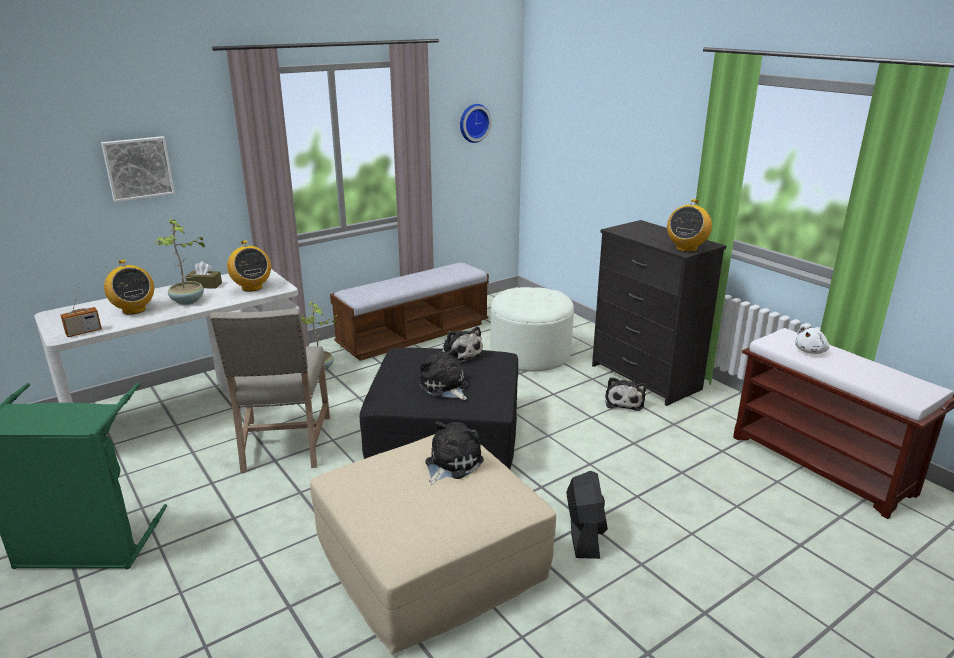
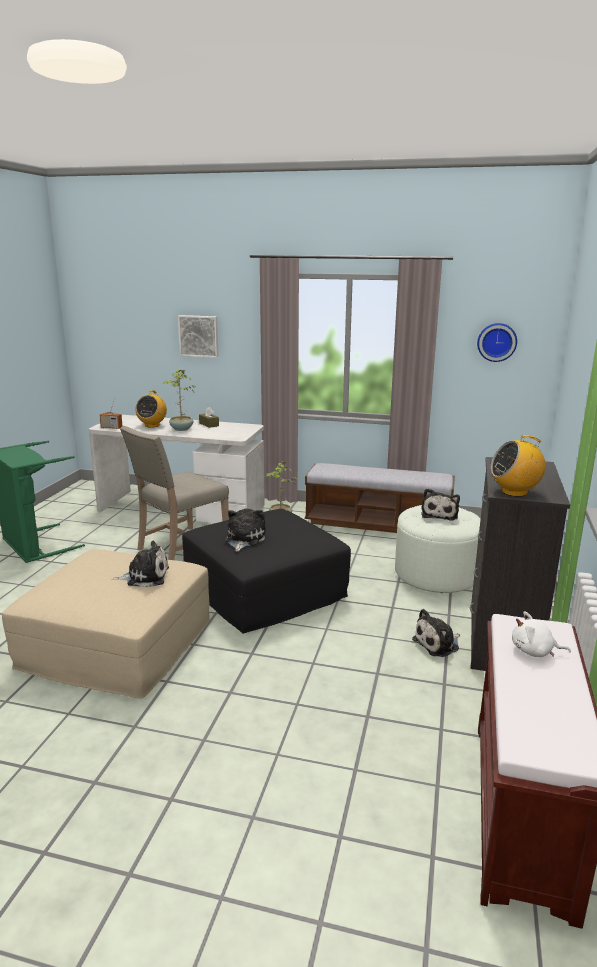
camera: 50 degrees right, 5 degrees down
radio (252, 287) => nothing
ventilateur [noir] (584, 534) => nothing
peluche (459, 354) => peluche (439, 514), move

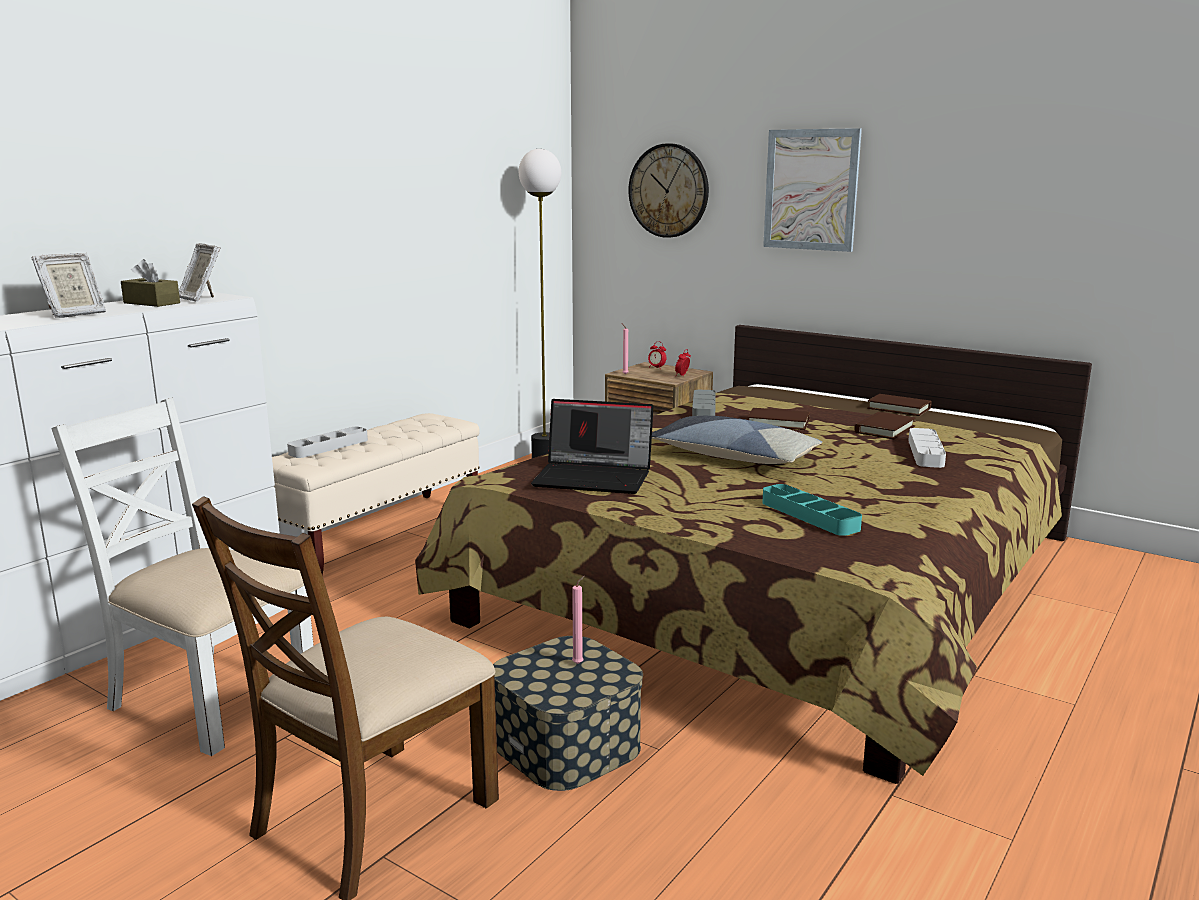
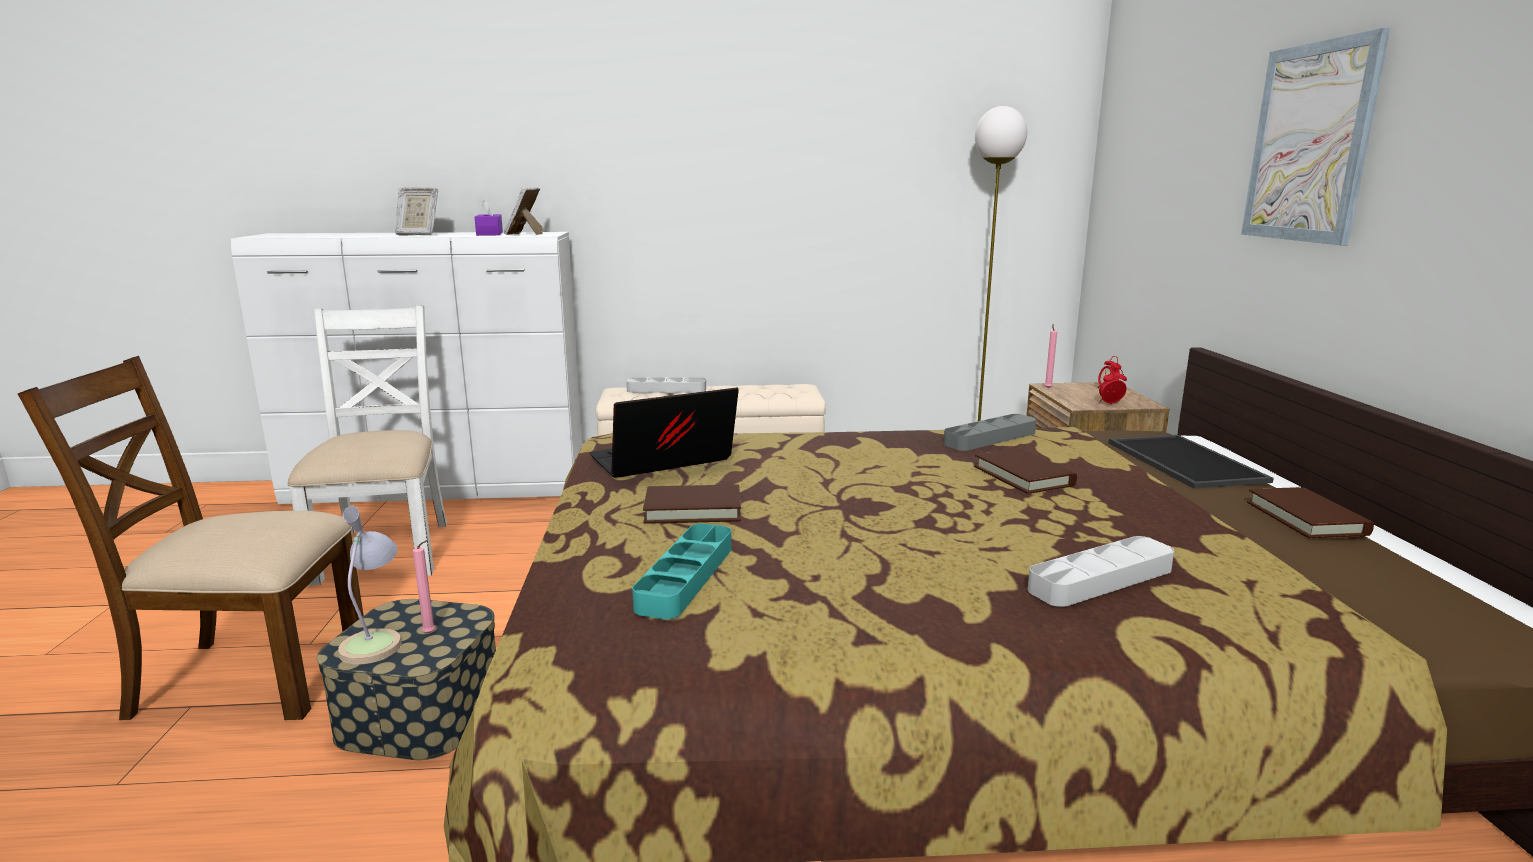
camera: 50 degrees right, 0 degrees up
horloge murale (668, 190) => nothing
coussin (733, 456) => nothing
nothing => lampe de table (376, 641)
nothing => plateau (1181, 461)
livre [marron] (884, 429) => livre [marron] (693, 510), move
boîte à mouchoirs [marron] (152, 303) => boîte à mouchoirs [violet] (489, 234)
ordinateur portable (595, 477) => ordinateur portable (661, 462), 90 degrees clockwise

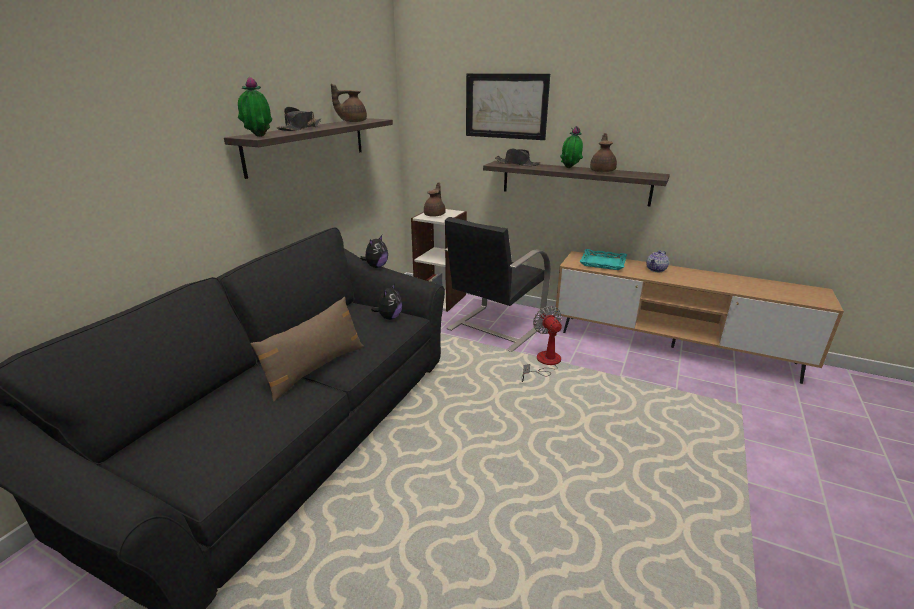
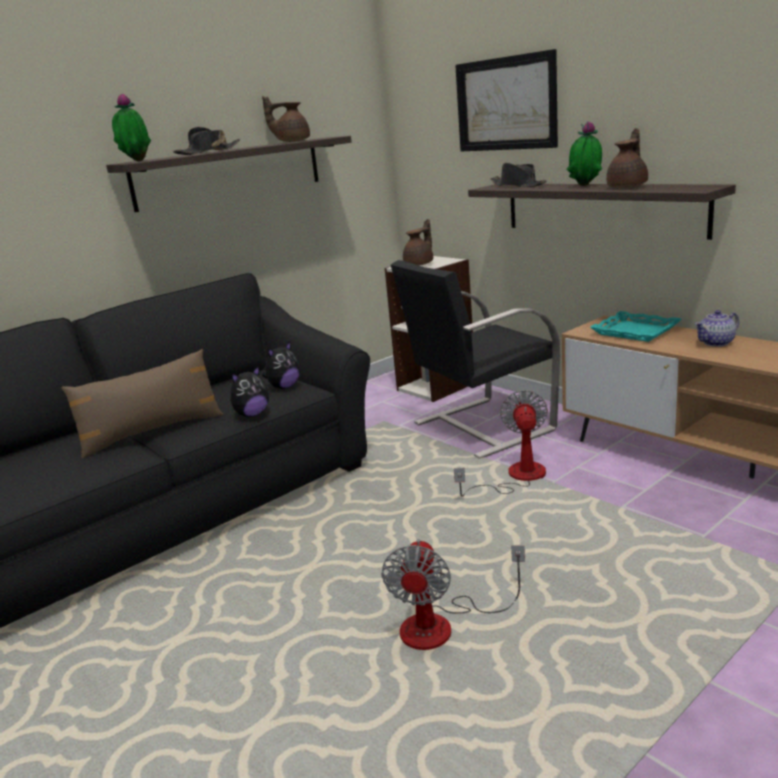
camera: 25 degrees right, 5 degrees down
nothing => ventilateur (443, 625)
peluche (376, 266) => peluche (251, 414), move

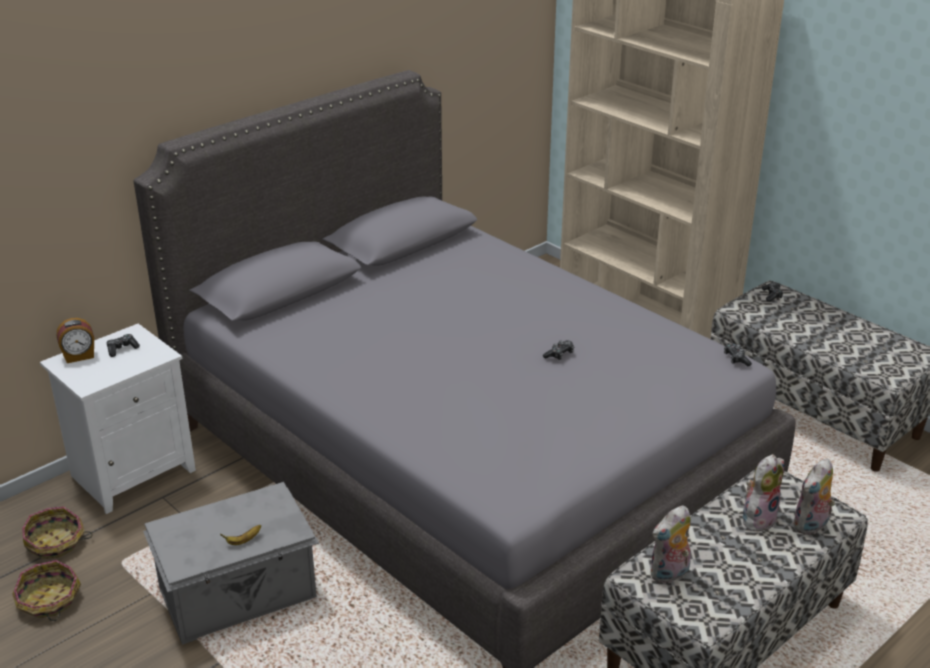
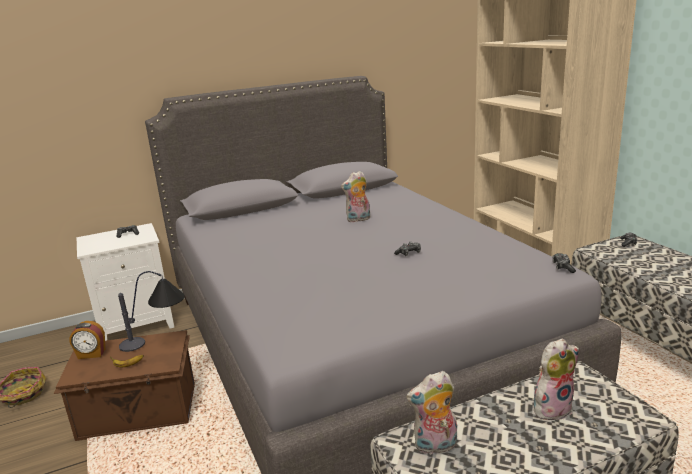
camera: 20 degrees right, 10 degrees down
panier (56, 543) => nothing
nothing => lampe de table (158, 340)
réveil (79, 356) => réveil (91, 354), move
peluche (811, 526) => peluche (358, 219), move
boîte de rangement [gris] (239, 595) => boîte de rangement [marron] (139, 412)

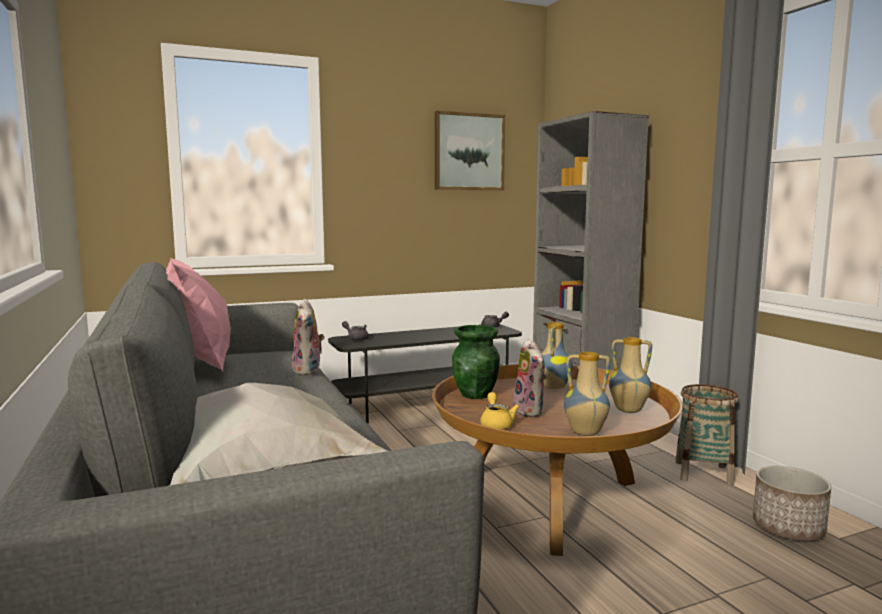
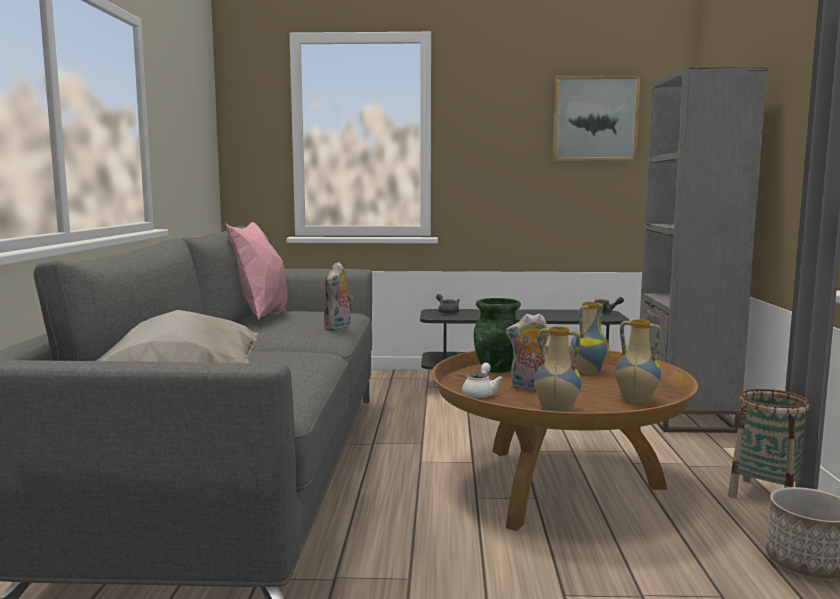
camera: 25 degrees right, 0 degrees up
théière [jaune] (496, 424) => théière [blanc] (480, 393)
peluche (531, 412) => peluche (529, 388), 90 degrees clockwise

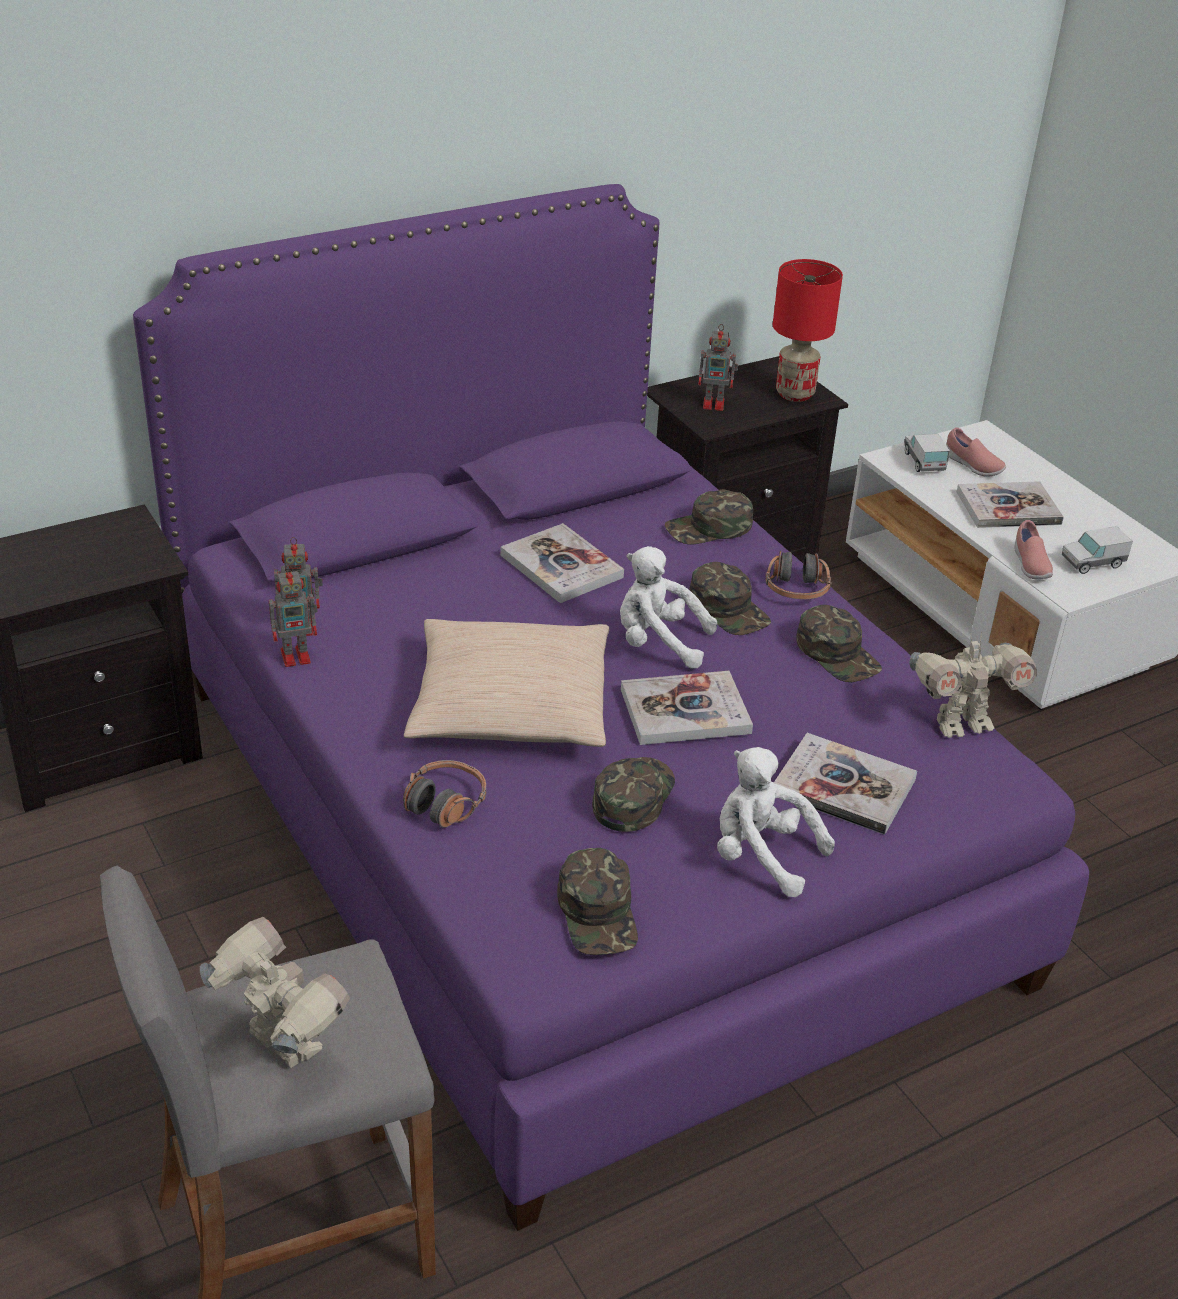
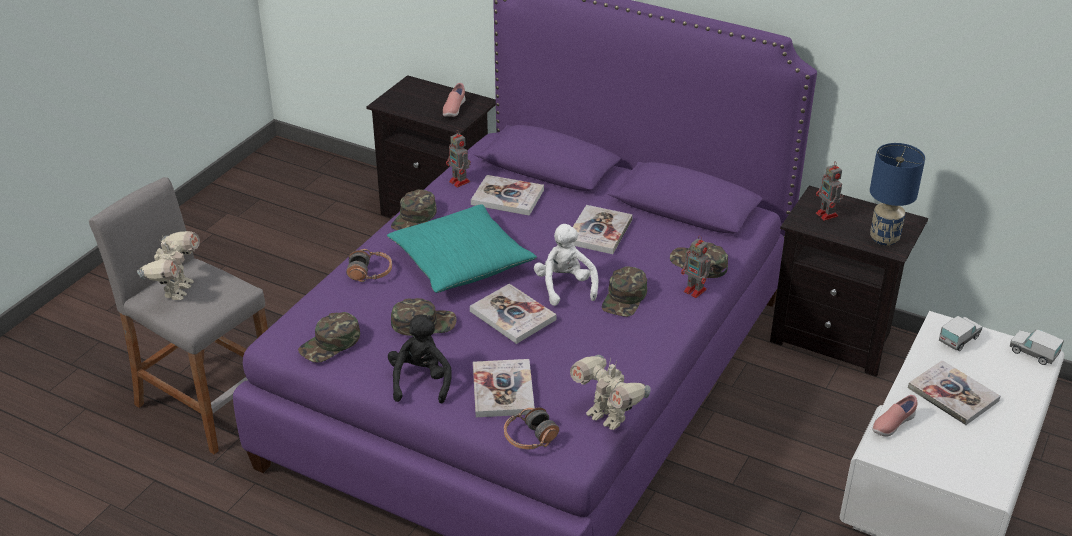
camera: 60 degrees right, 0 degrees up
nothing => livre (507, 197)
robot jouet (297, 656) => robot jouet (696, 291), move
casque audio (796, 589) => casque audio (530, 437), move
casquette [vert] (838, 654) => casquette [vert] (414, 218), move
chaussure [rose] (972, 466) => chaussure [rose] (453, 109), move
camion jouet (1092, 563) => camion jouet (1033, 353), move
coussin [beige] (510, 706) => coussin [turquoise] (461, 262)
peluche [blanc] (761, 855) => peluche [noir] (421, 381)
lampe de table [rouge] (795, 394) => lampe de table [bleu] (885, 238)

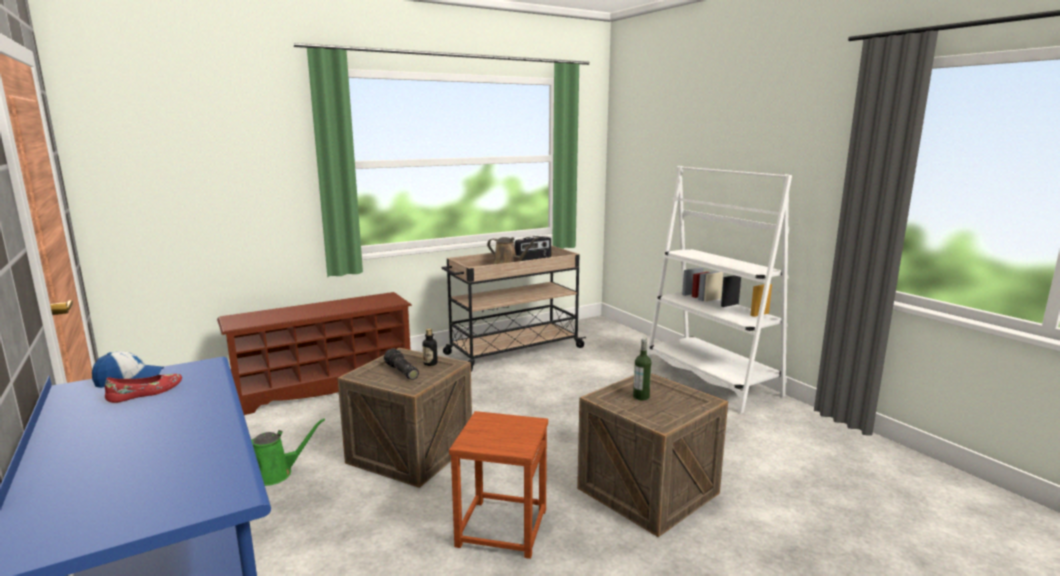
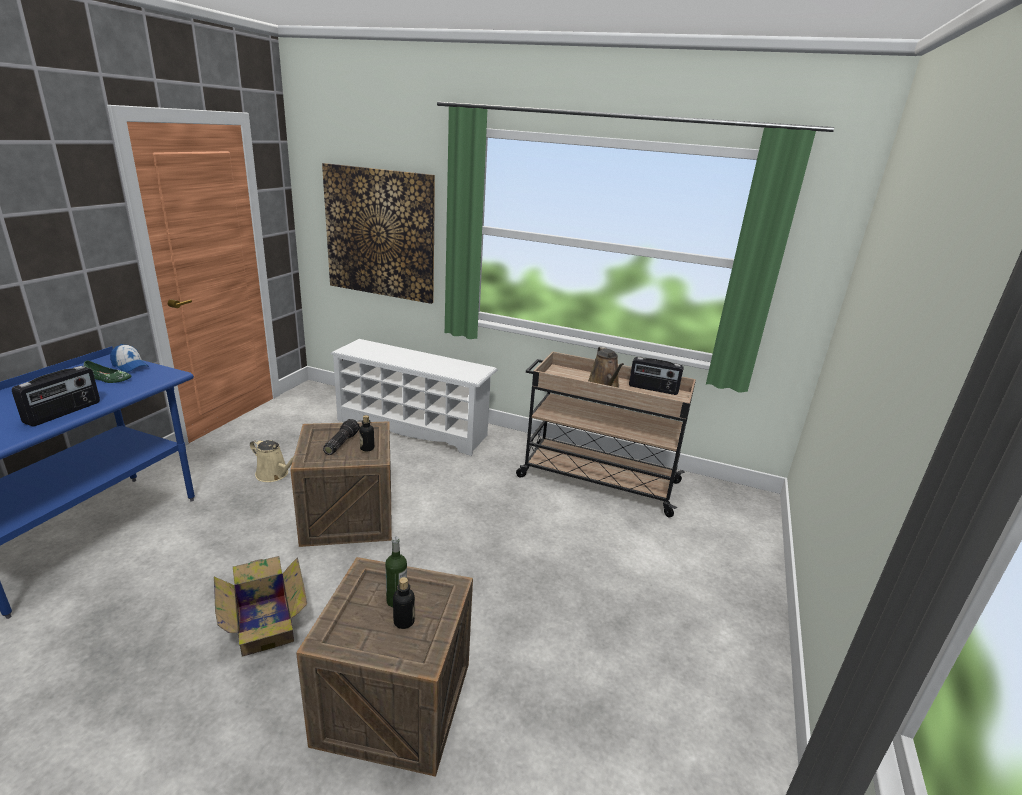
camera: 50 degrees right, 10 degrees up
bibliothèque [blanc] (711, 380) => nothing
nothing => radio (63, 413)
nothing => tableau (380, 233)
nothing => bouteille (404, 621)
tabouret [marron] (501, 527) => carton (265, 621)
chaussure [rouge] (146, 393) => chaussure [vert] (108, 379)
étagère à chaussures [marron] (325, 387) => étagère à chaussures [blanc] (414, 427)
arrosoir [vert] (275, 474) => arrosoir [beige] (274, 474)

